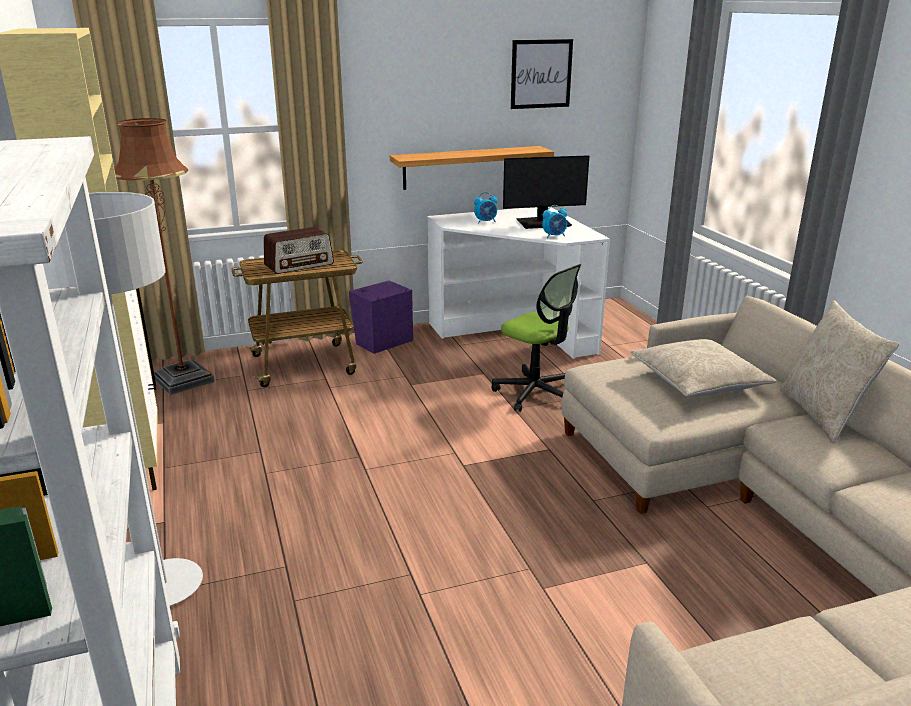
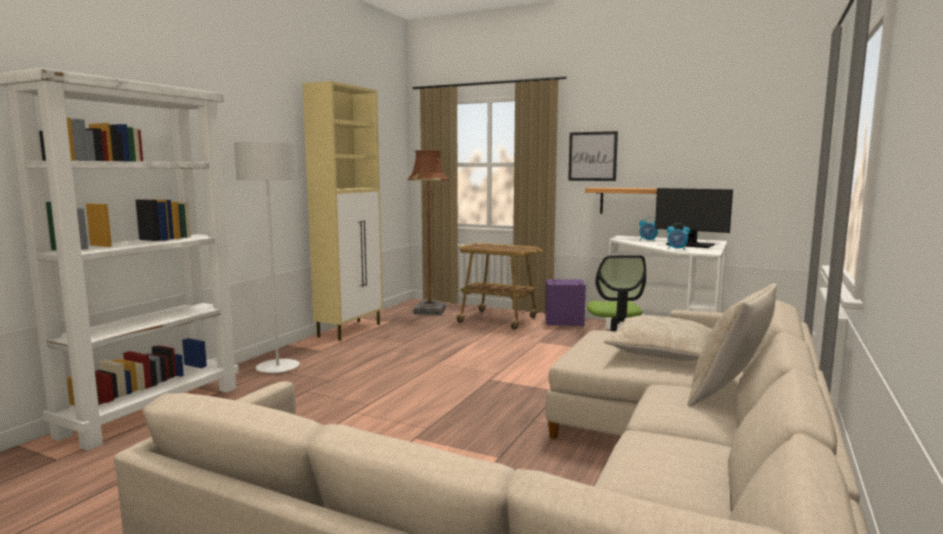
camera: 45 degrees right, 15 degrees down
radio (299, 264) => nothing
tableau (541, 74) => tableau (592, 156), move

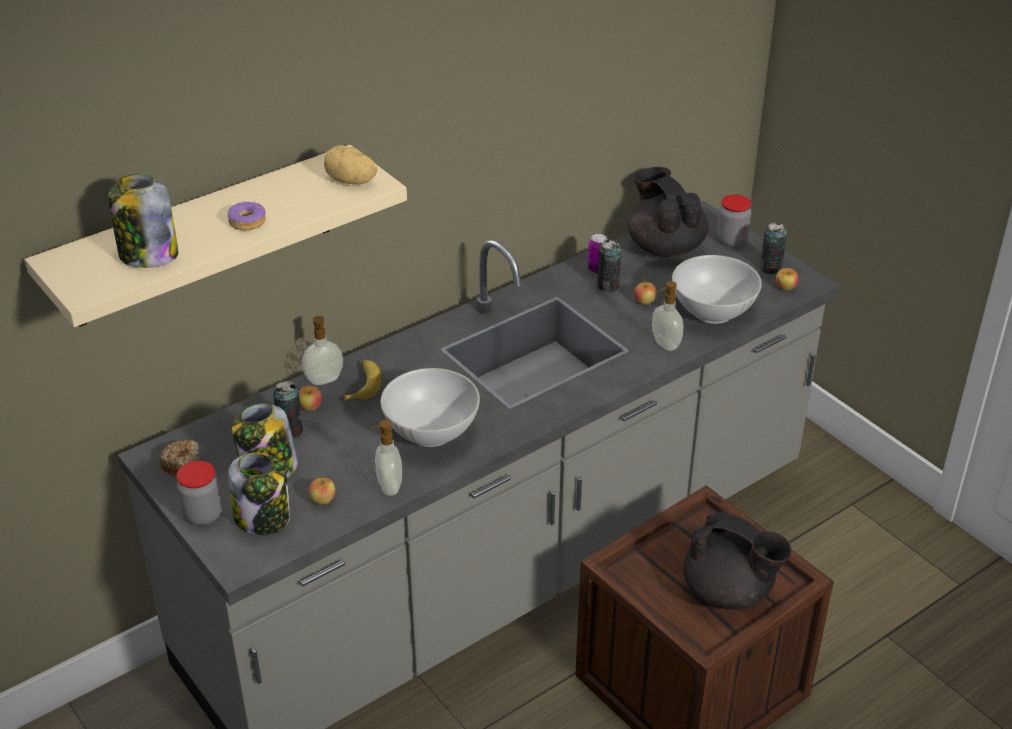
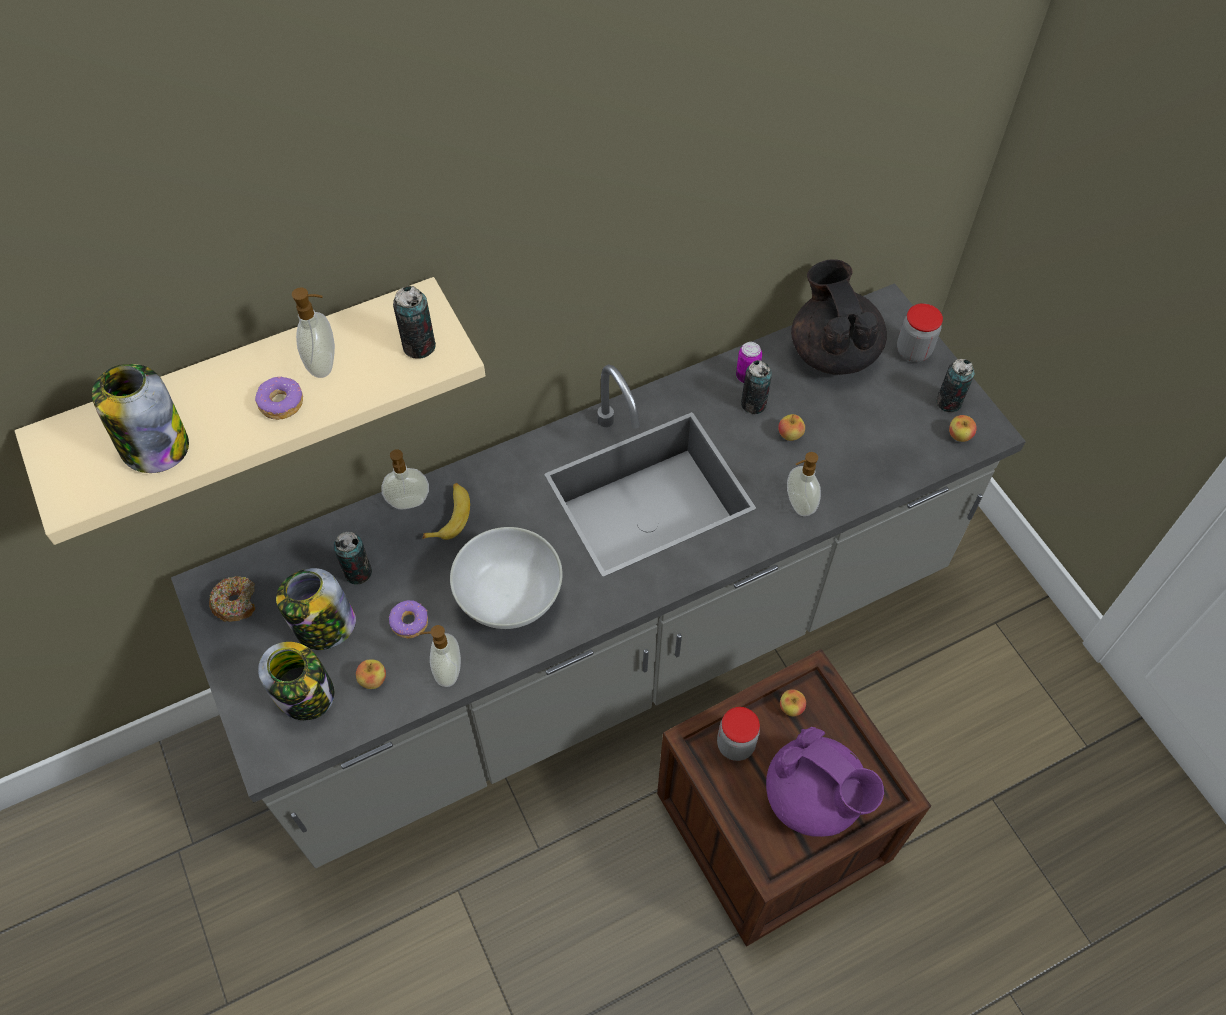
camera: 10 degrees right, 20 degrees up
bol [blanc] (712, 311) => nothing
nothing => distributeur de savon (324, 363)
nothing => beignet (410, 622)
bocal (203, 515) => bocal (735, 745), move
pomme (310, 407) => pomme (791, 708), move
pomme de terre (351, 181) => boîte métallique (419, 346)
théière [noir] (729, 592) => théière [violet] (814, 798)

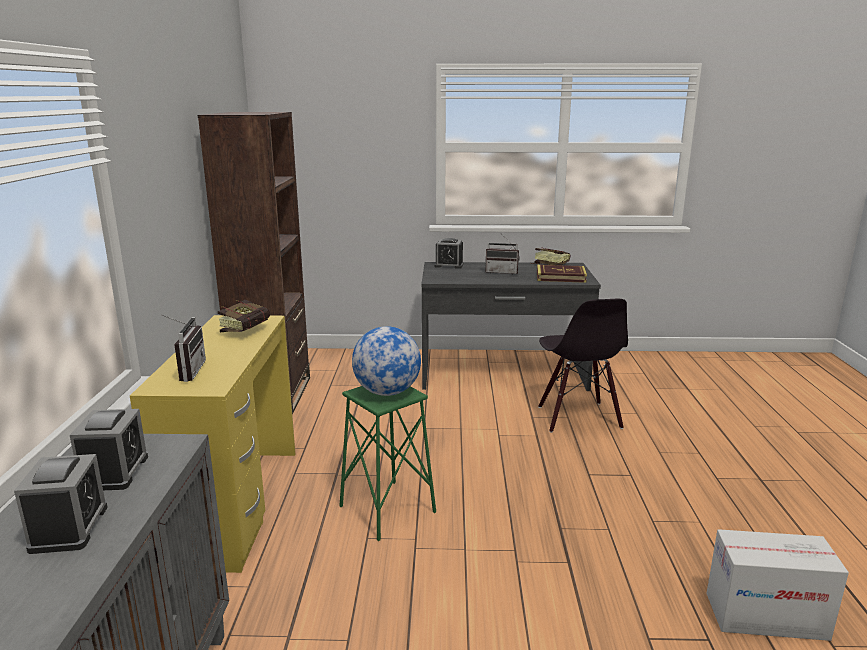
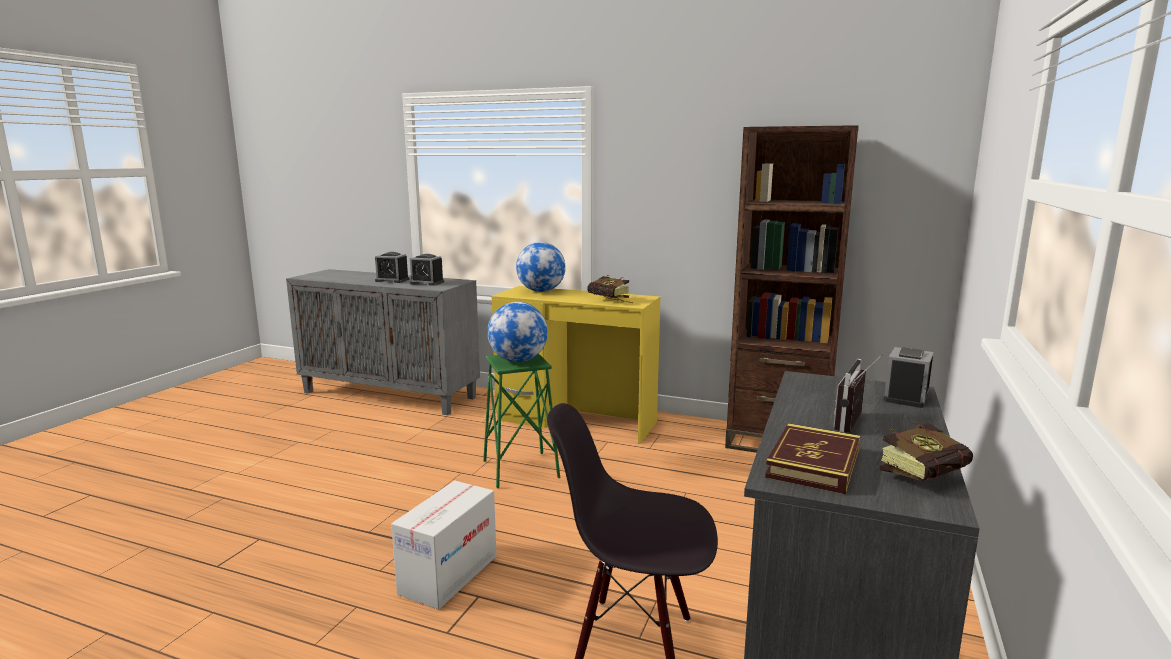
camera: 110 degrees right, 5 degrees down
carton (766, 616) => carton (449, 575), move
radio (186, 371) => globe (541, 291)

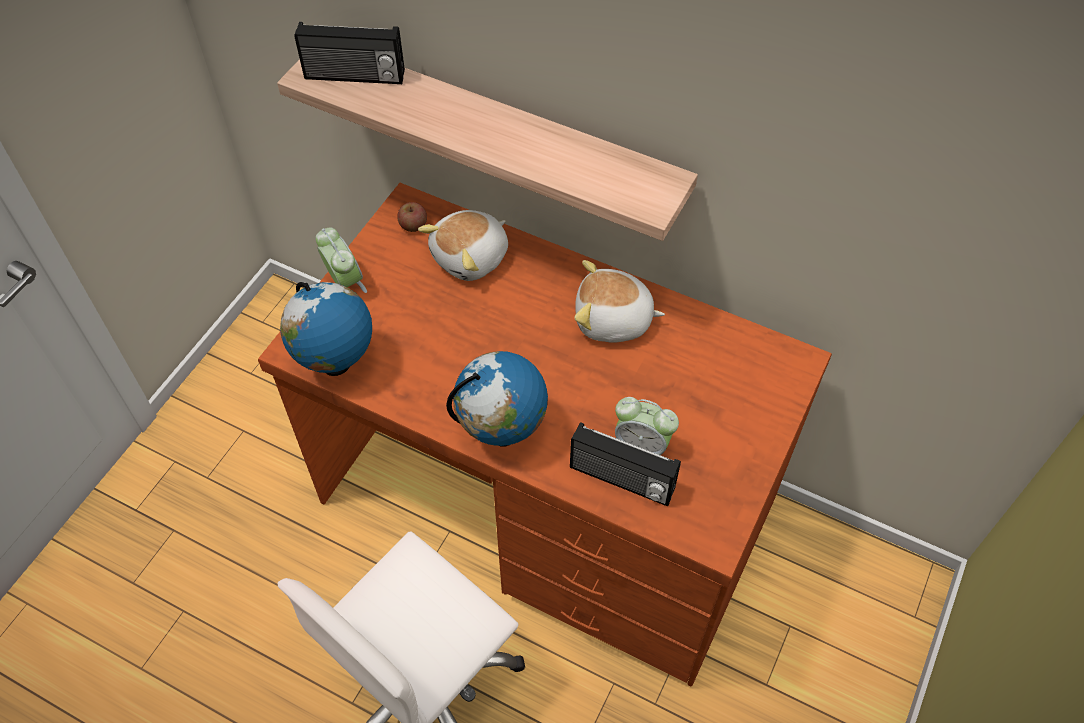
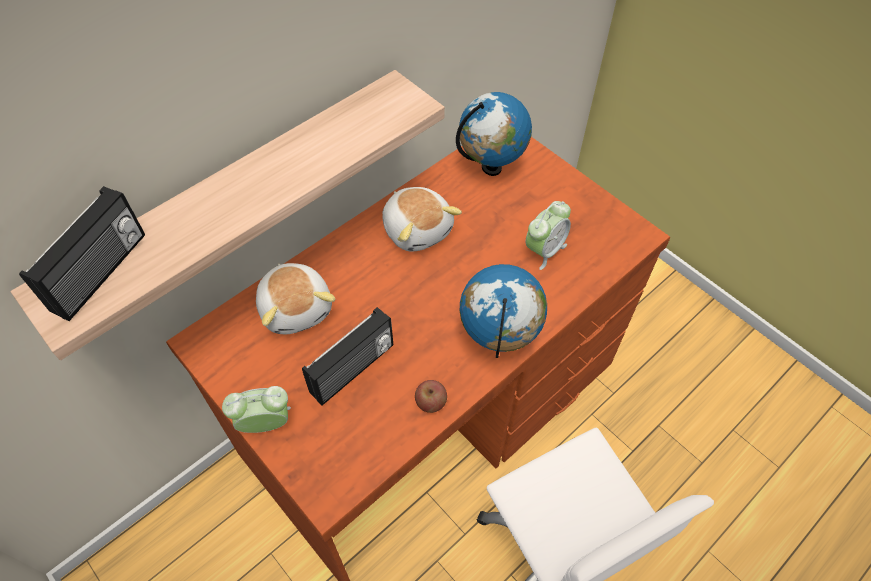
camera: 70 degrees left, 0 degrees up
globe (336, 365) => globe (491, 168), move
pomme (413, 225) => pomme (431, 402), move
radio (621, 480) => radio (353, 370), move
peluche (613, 321) => peluche (417, 229), 60 degrees counterclockwise

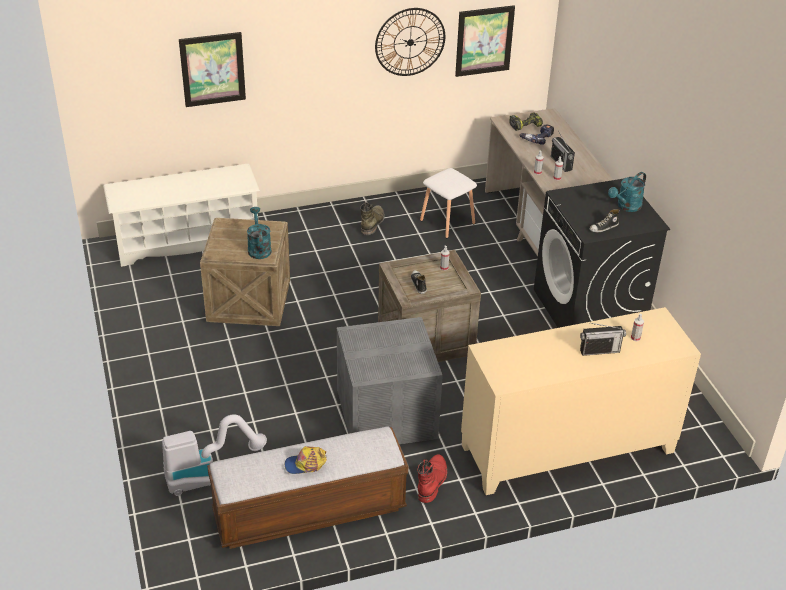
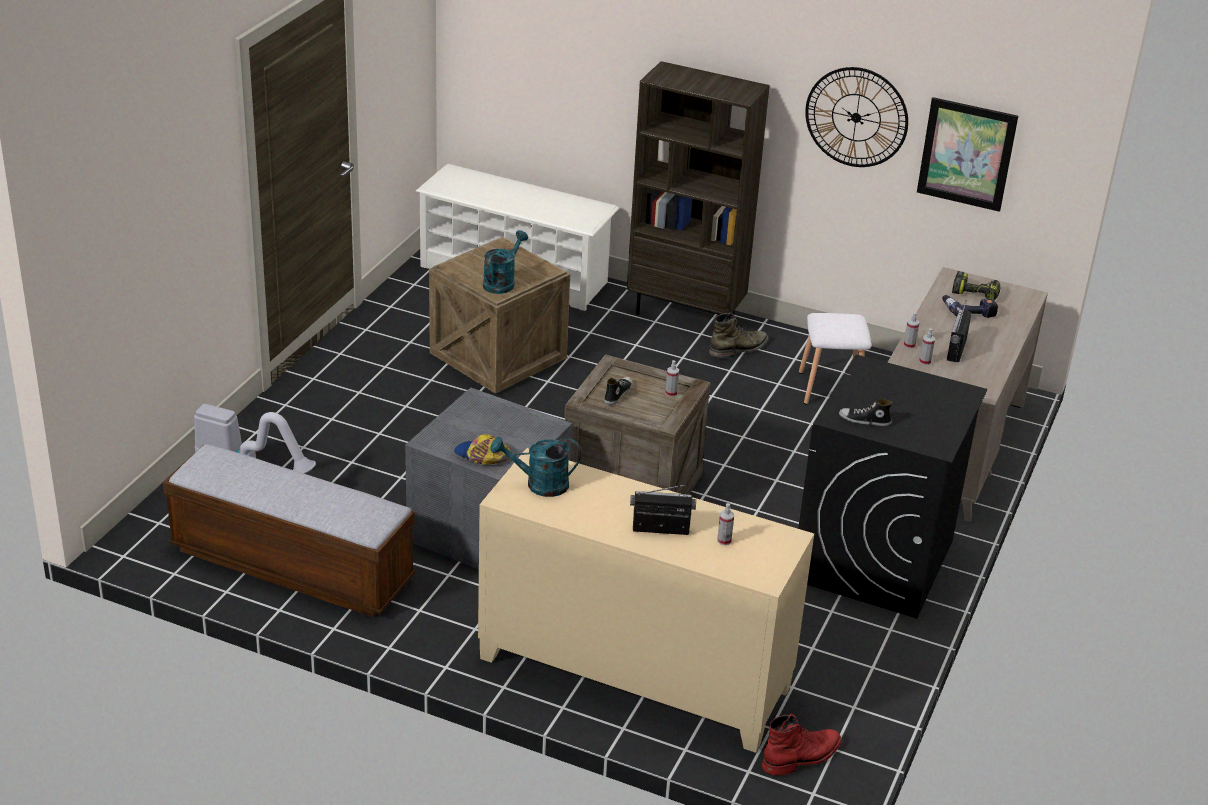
camera: 40 degrees right, 5 degrees down
tableau (212, 69) => nothing
nothing => bibliothèque [marron] (686, 314)
casquette (306, 464) => casquette (481, 456), move
botte [rouge] (432, 481) => botte [rouge] (802, 757), move
arrosoir [turquoise] (626, 207) => arrosoir [turquoise] (539, 485), move
radio (599, 351) => radio (660, 529), 150 degrees clockwise

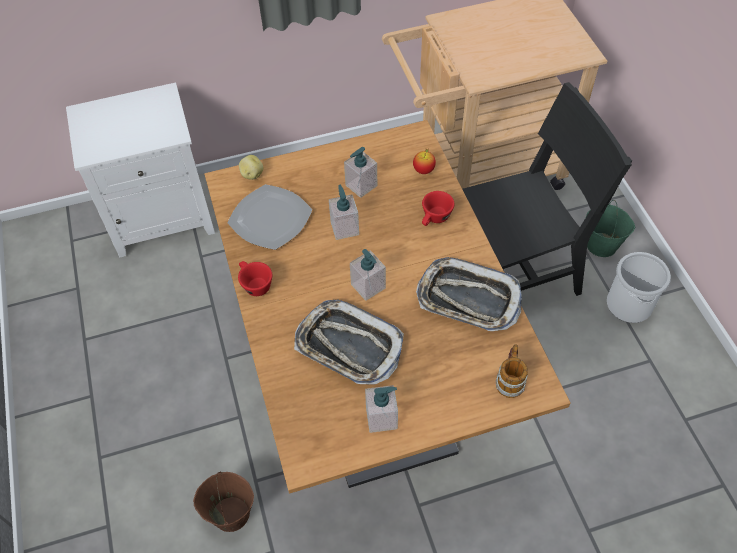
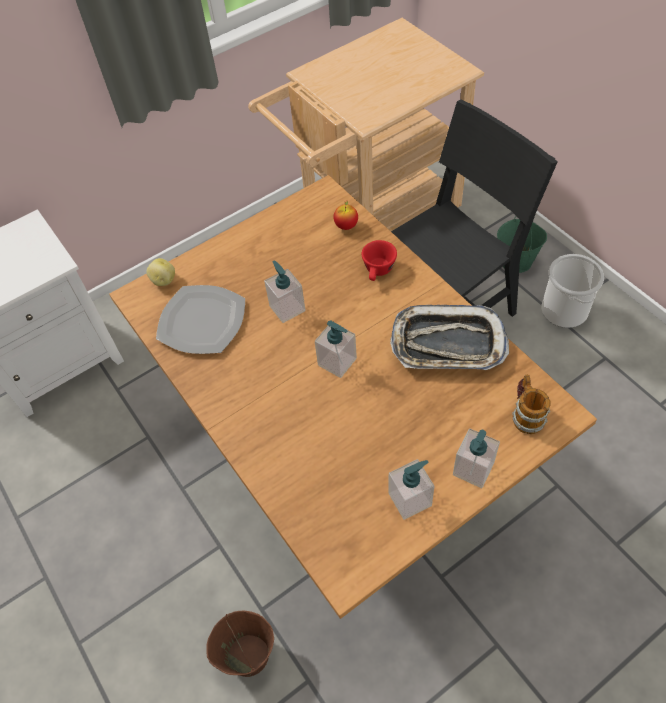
camera: 15 degrees left, 0 degrees up
tasse [rouge] (254, 284) => nothing
plateau (348, 346) => nothing
distributeur de savon (361, 185) => distributeur de savon (473, 469), move

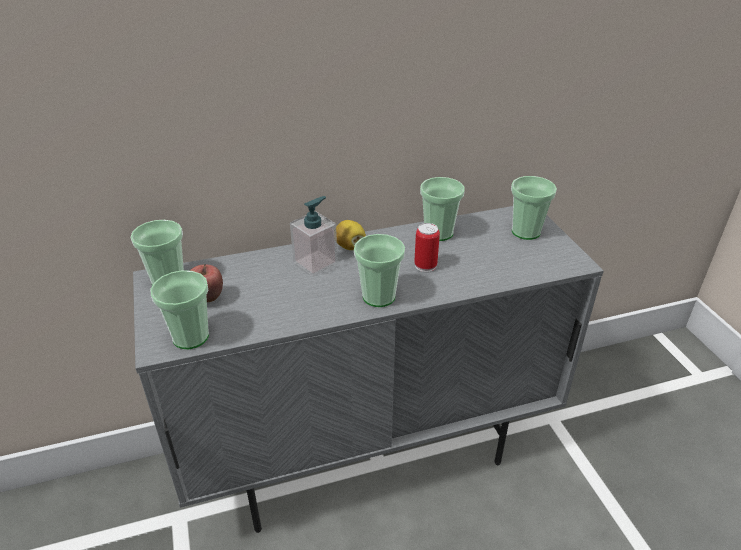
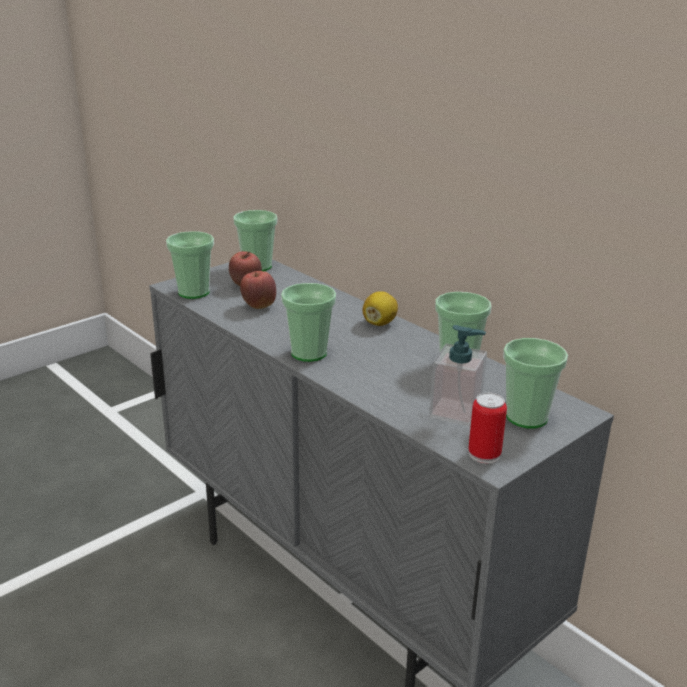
camera: 65 degrees right, 10 degrees down
nothing => pomme (259, 306)
distributeur de savon (315, 263) => distributeur de savon (456, 412), move
boîte métallique (425, 265) => boîte métallique (484, 454), move

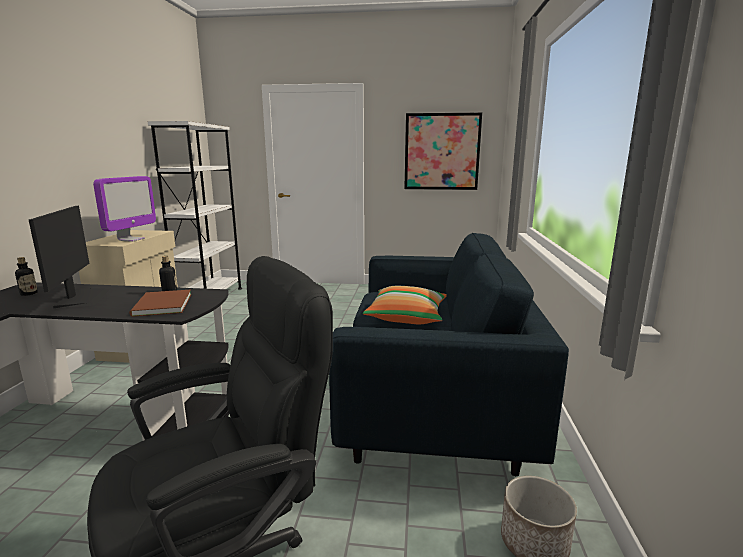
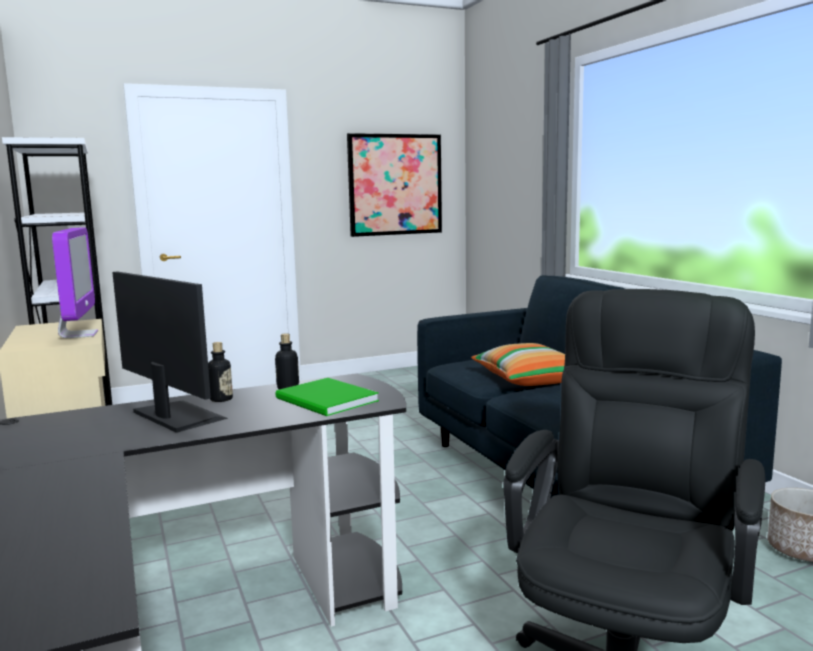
camera: 30 degrees left, 5 degrees down
bouteille (29, 293) => bouteille (221, 399), move
livre [marron] (160, 305) => livre [vert] (326, 401)

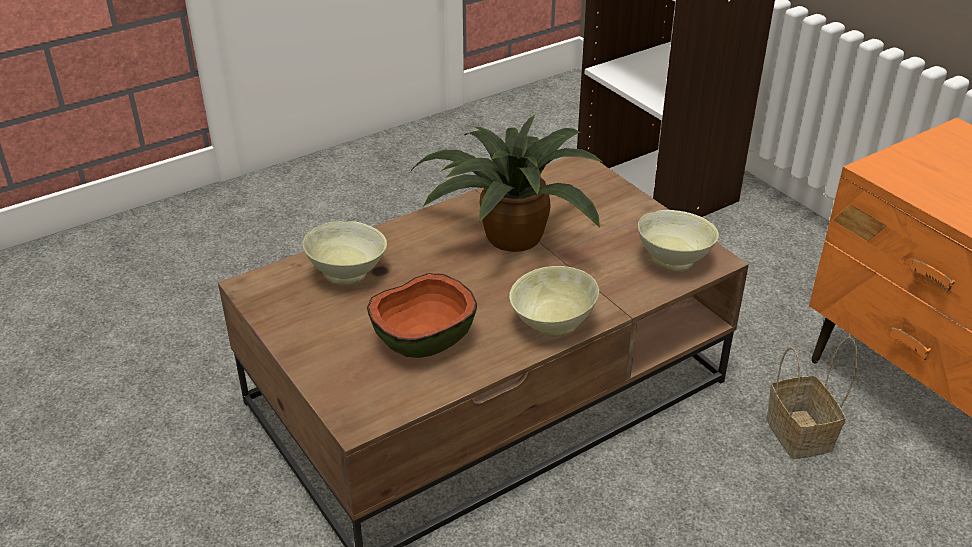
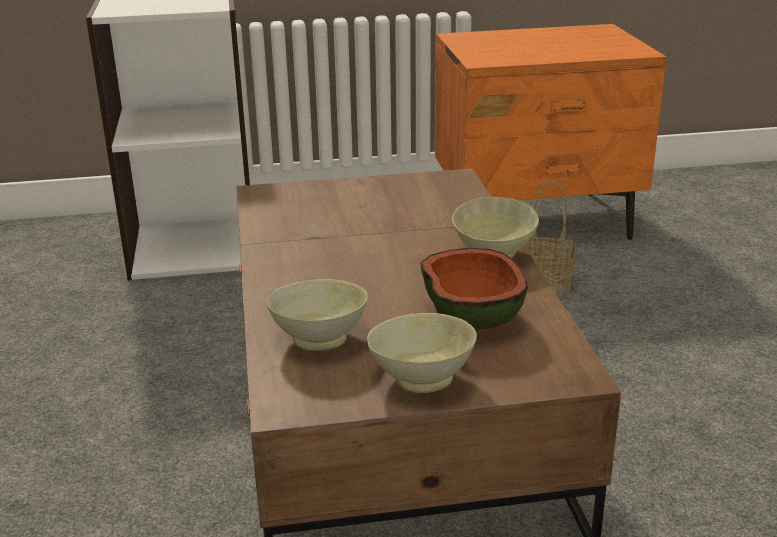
camera: 65 degrees left, 10 degrees down
plante en pot (508, 237) => nothing
bol [beige] (674, 260) => bol [beige] (422, 378), move

